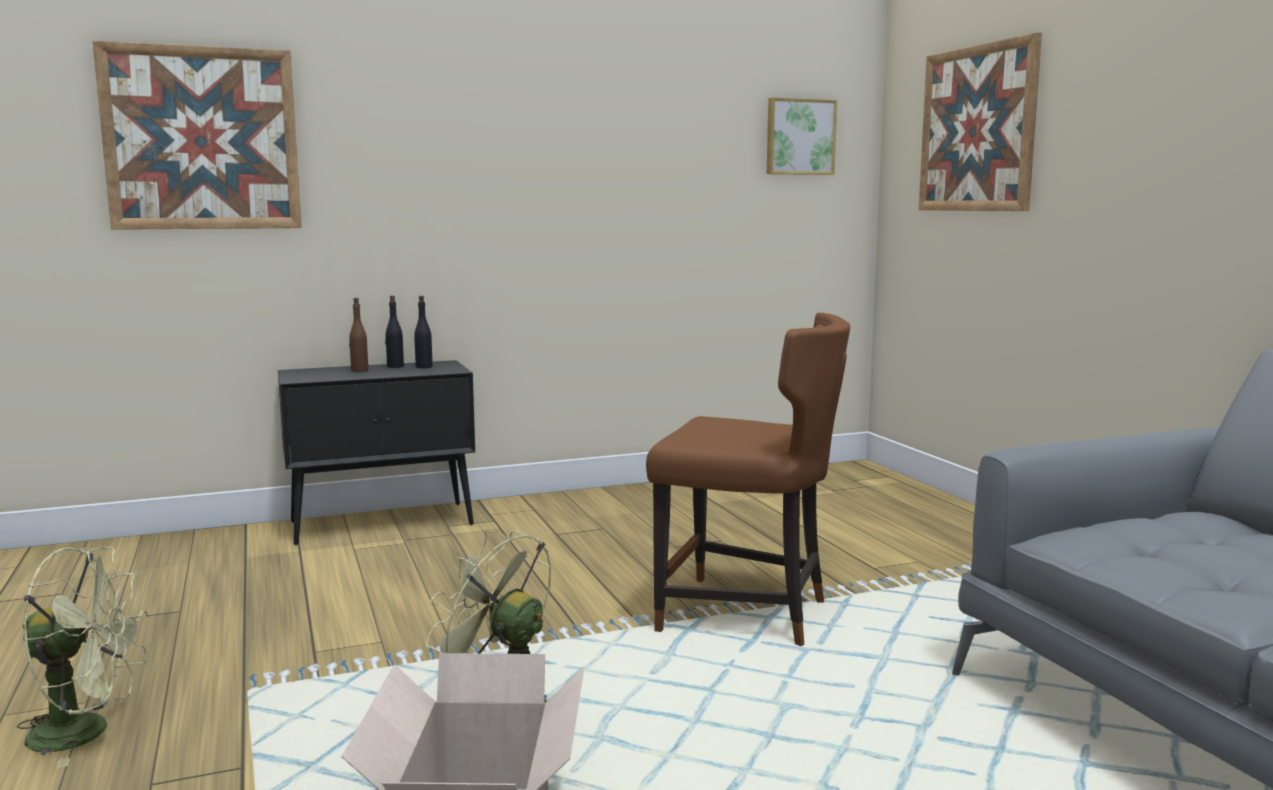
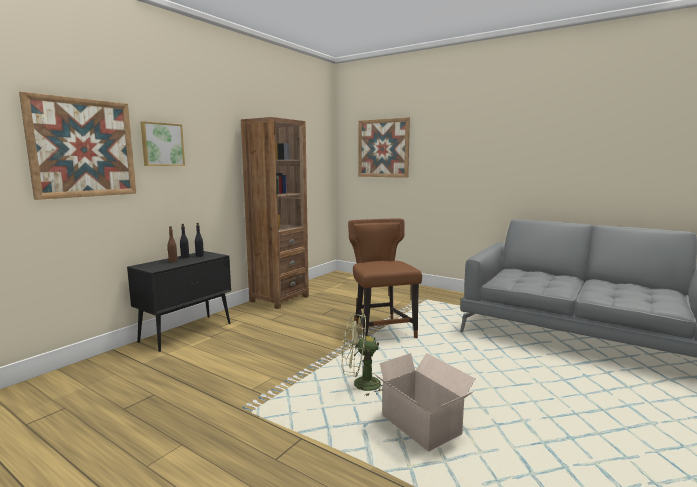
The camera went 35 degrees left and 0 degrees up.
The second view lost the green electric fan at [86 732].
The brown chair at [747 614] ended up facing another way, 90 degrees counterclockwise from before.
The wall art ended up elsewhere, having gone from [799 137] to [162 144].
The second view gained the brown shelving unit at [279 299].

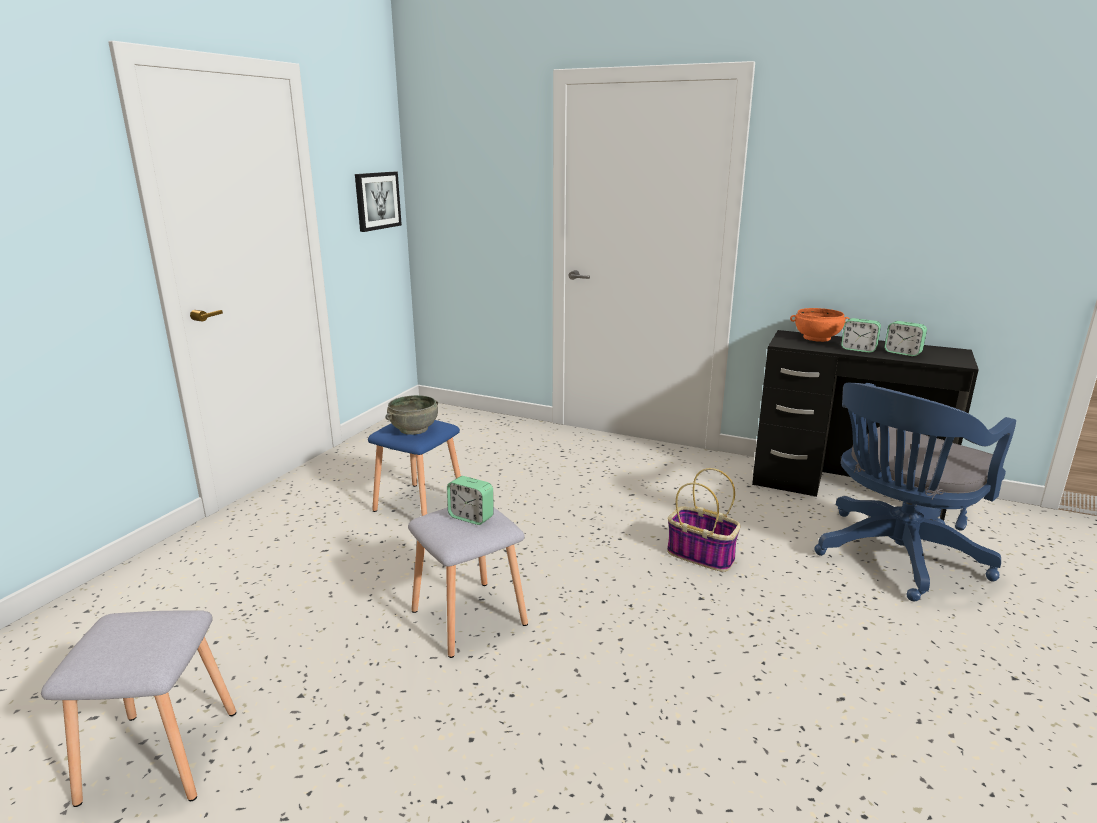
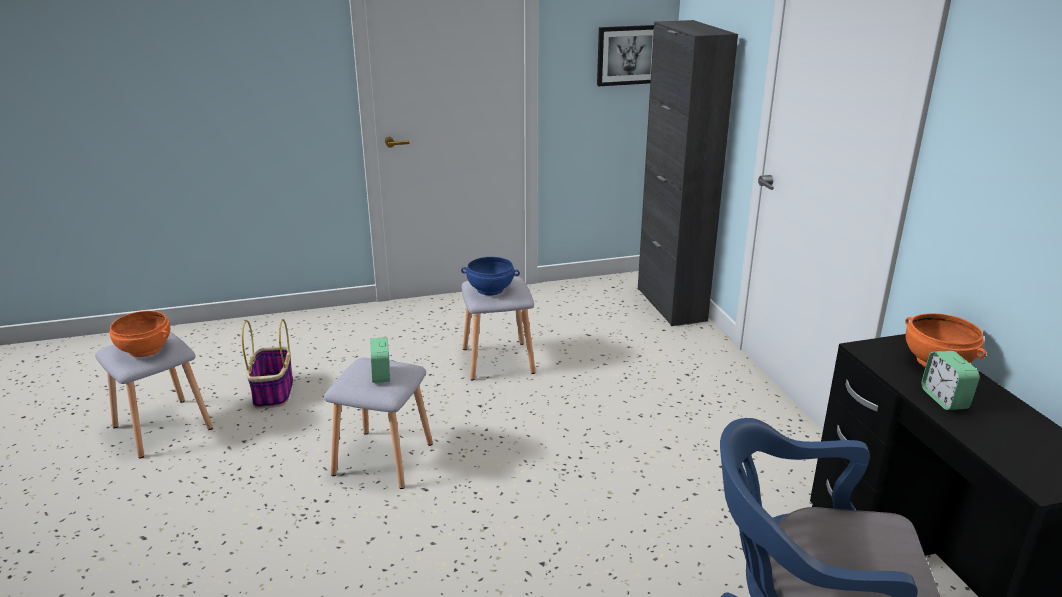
The camera went 50 degrees right and 5 degrees up.
What was the blue-coloured stool seat at [418 504] turned into the gray stool seat at [497 360].
What was the gray serving bowl at [414 429] turned into the blue-coloured serving bowl at [490 290].
The household basket ended up elsewhere, having gone from [702 555] to [273 392].
The second view lost the bedside clock at [902 353].
The second view gained the orange-coloured serving bowl at [145 349].
The second view gained the black cabinet at [671 304].

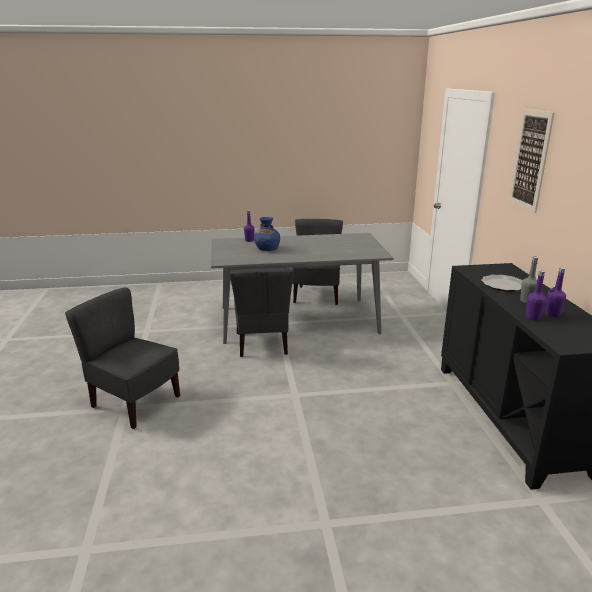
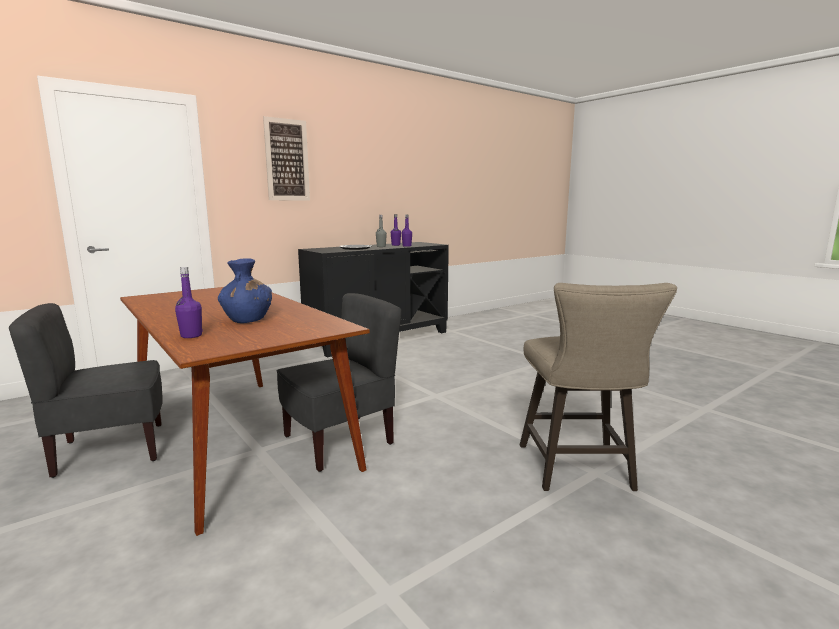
The camera went 120 degrees left and 10 degrees down.
Where the gray chair stood at [134 402], the beige-coloured stool seat came to stand at [578 471].
What was the gray dining table at [297 320] turned into the brown dining table at [239 439].

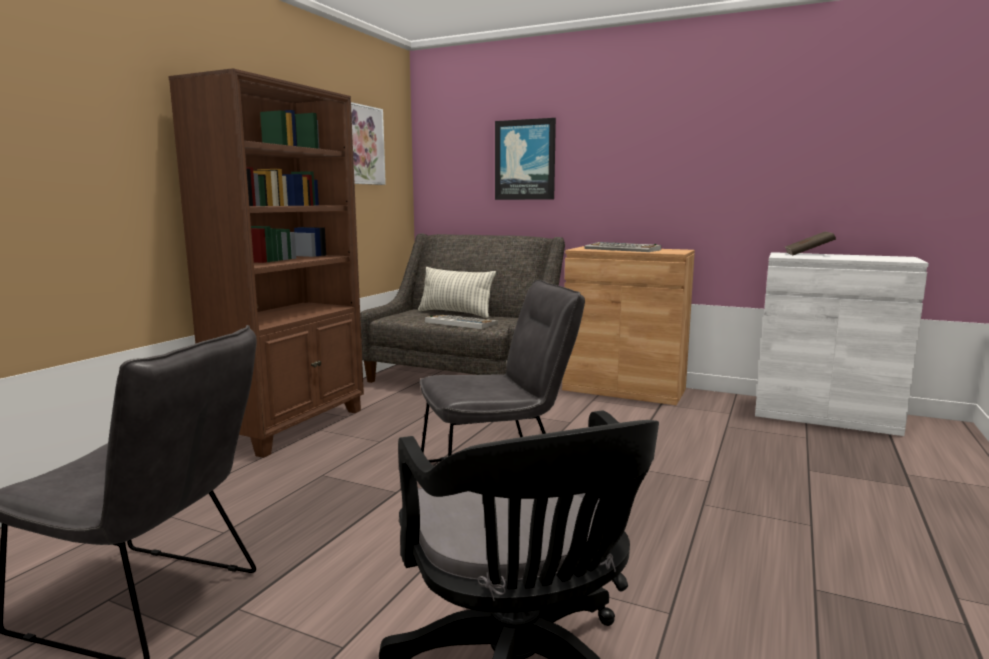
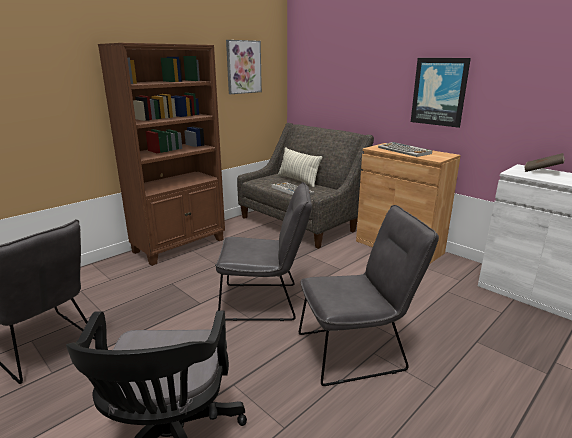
The camera went 20 degrees right and 10 degrees up.
The wall art ended up elsewhere, having gone from [525 160] to [439 92].
The second view gained the gray chair at [358 350].

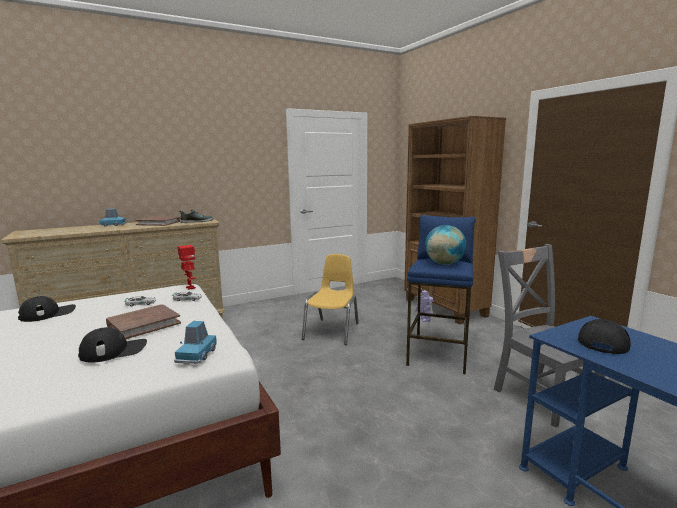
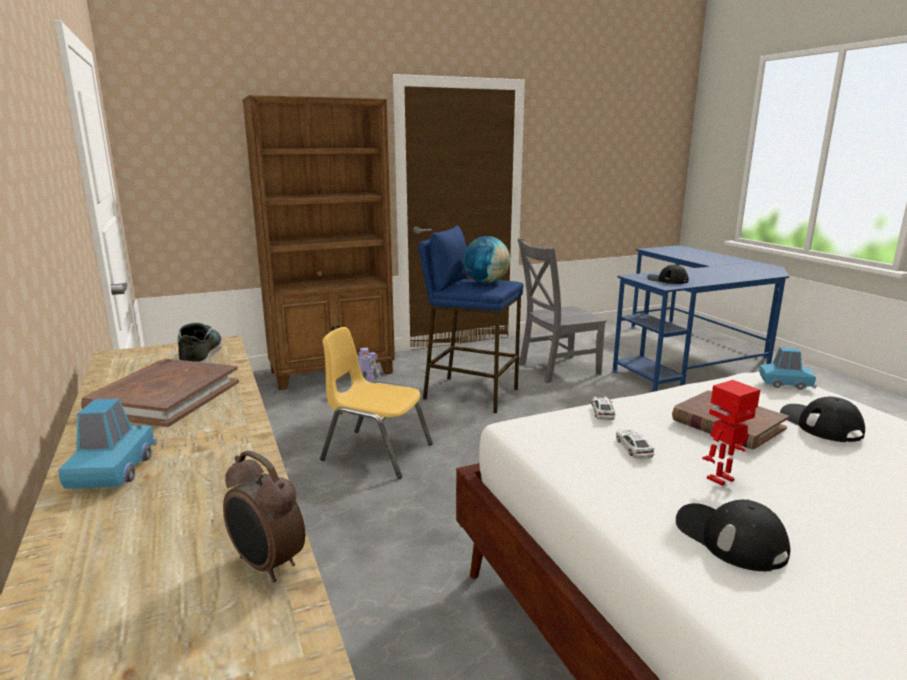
The camera went 85 degrees left and 5 degrees up.
The robot figure ended up elsewhere, having gone from [190 288] to [721 480].
The second view gained the bedside clock at [266 566].

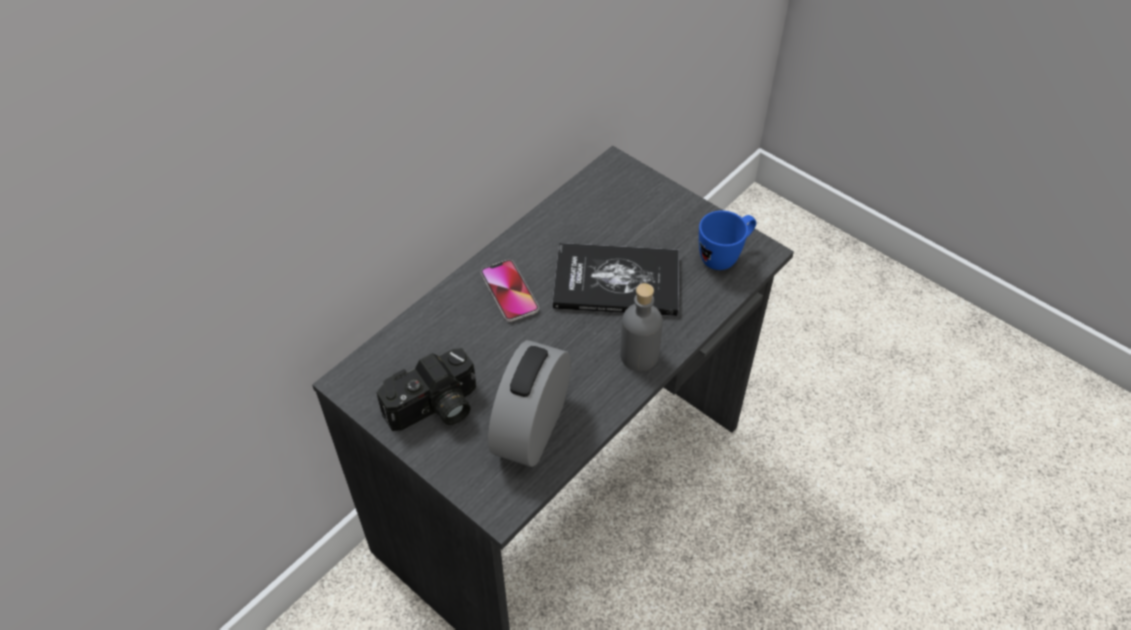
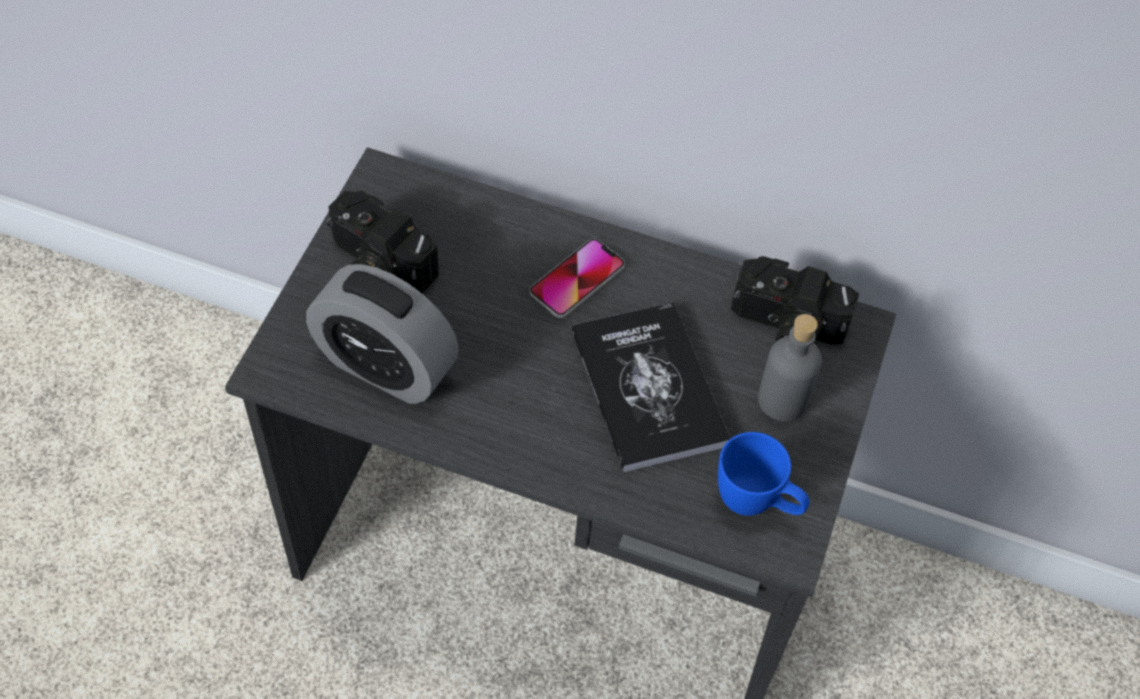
The camera went 65 degrees right and 5 degrees up.
The bedside clock at [532 428] ended up facing another way, 150 degrees counterclockwise from before.
The gray drink bottle ended up elsewhere, having gone from [639 355] to [782 400].
The second view gained the photo camera at [785 327].

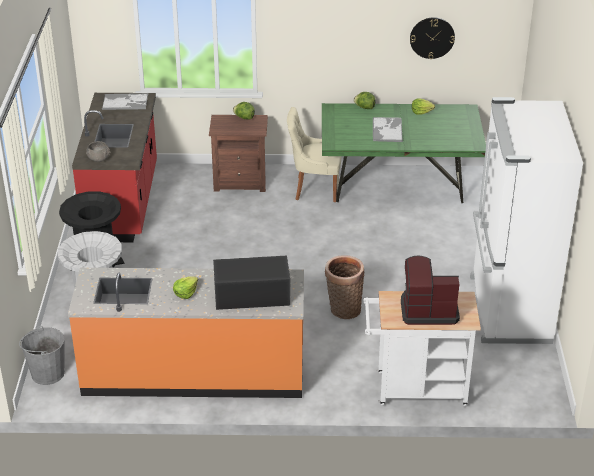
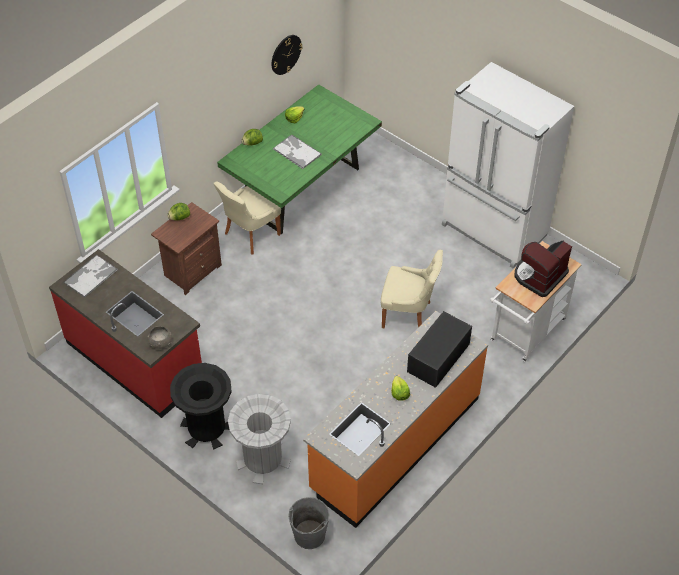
The camera went 50 degrees left and 15 degrees up.
Where the household basket stood at [343 309], the beige-coloured chair came to stand at [408 314].

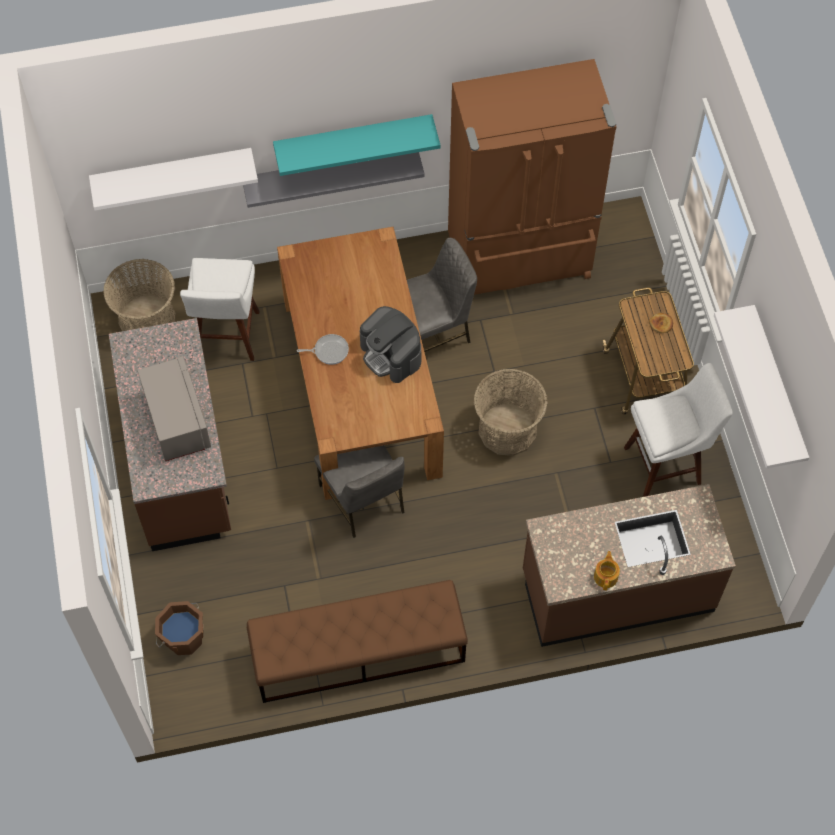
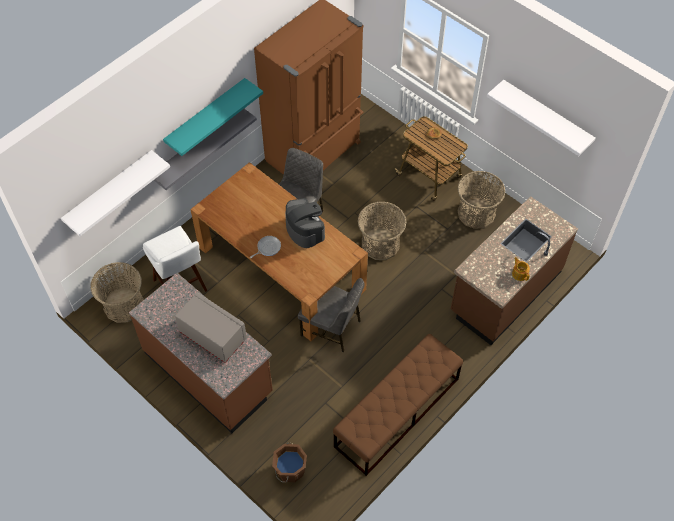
The camera went 35 degrees left and 5 degrees down.
The coffee brewer at [391 354] ended up facing another way, 135 degrees counterclockwise from before.
Where the white stool seat stood at [666 464], the household basket came to stand at [476 213].

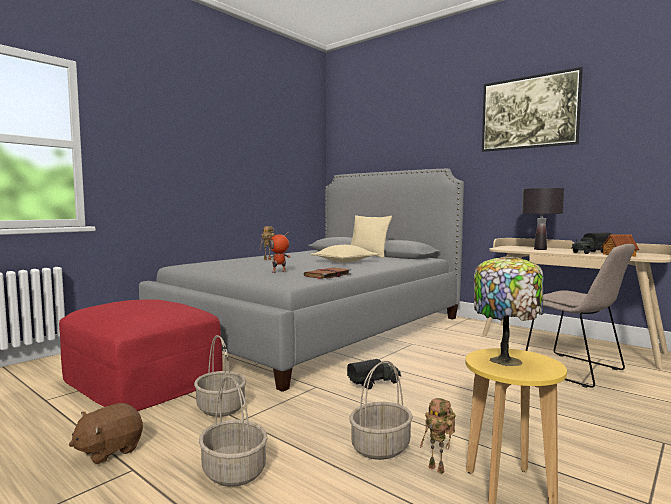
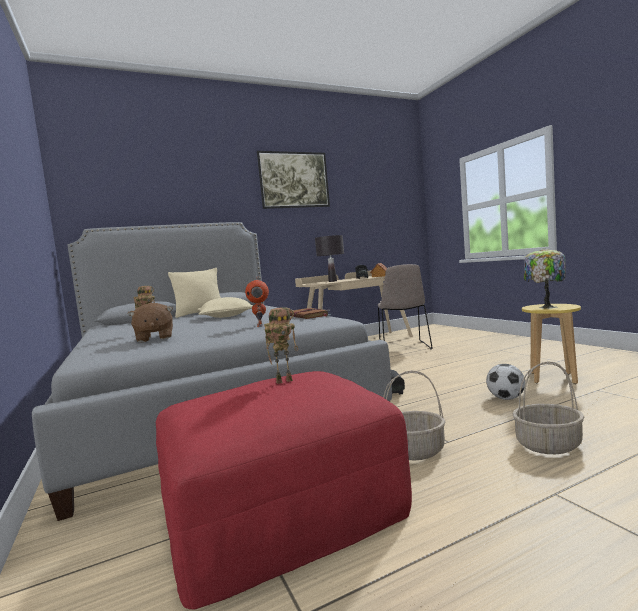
The camera went 65 degrees left and 0 degrees up.
The brown cuddly toy ended up elsewhere, having gone from [109 450] to [154 338].
Where the household basket stood at [380 448], the football came to stand at [506 398].
The robot figure ended up elsewhere, having gone from [438 469] to [285 381].
The beige-coloured chair at [576 371] ended up facing another way, 105 degrees clockwise from before.

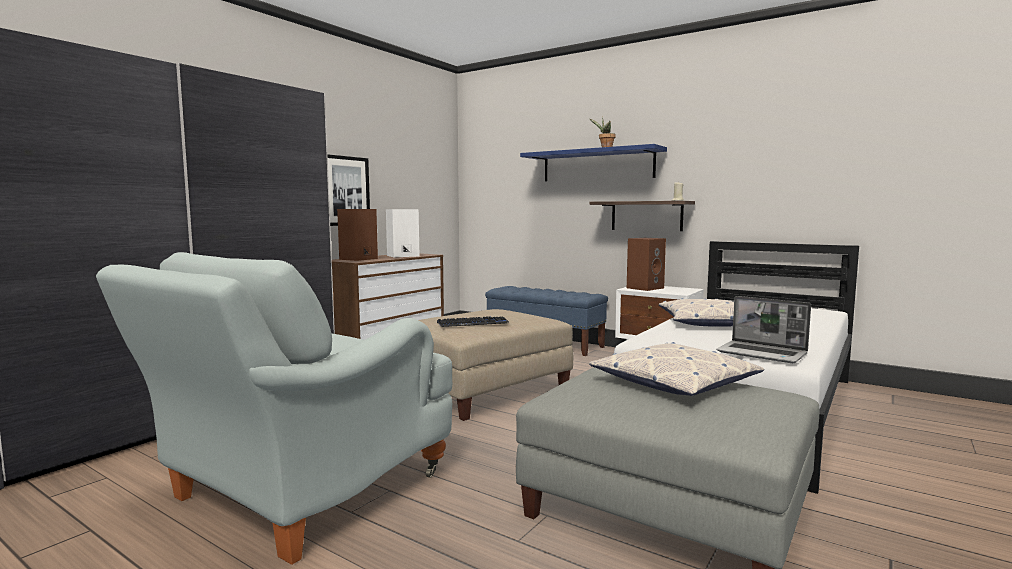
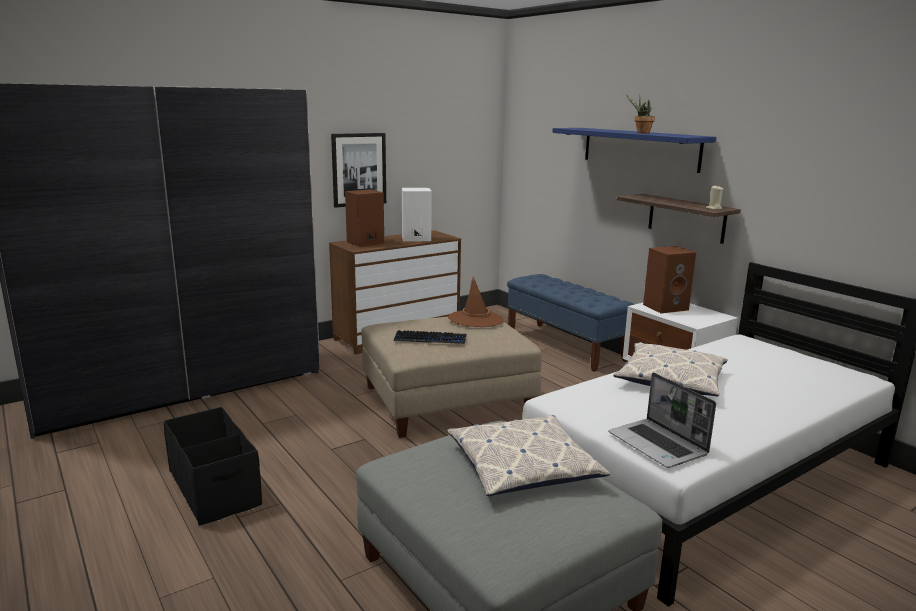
The camera went 20 degrees right and 10 degrees up.
Where the gray lounge chair stood at [299 492], the black storage bin came to stand at [215 488].
The second view gained the brown wearable hat at [475 319].

